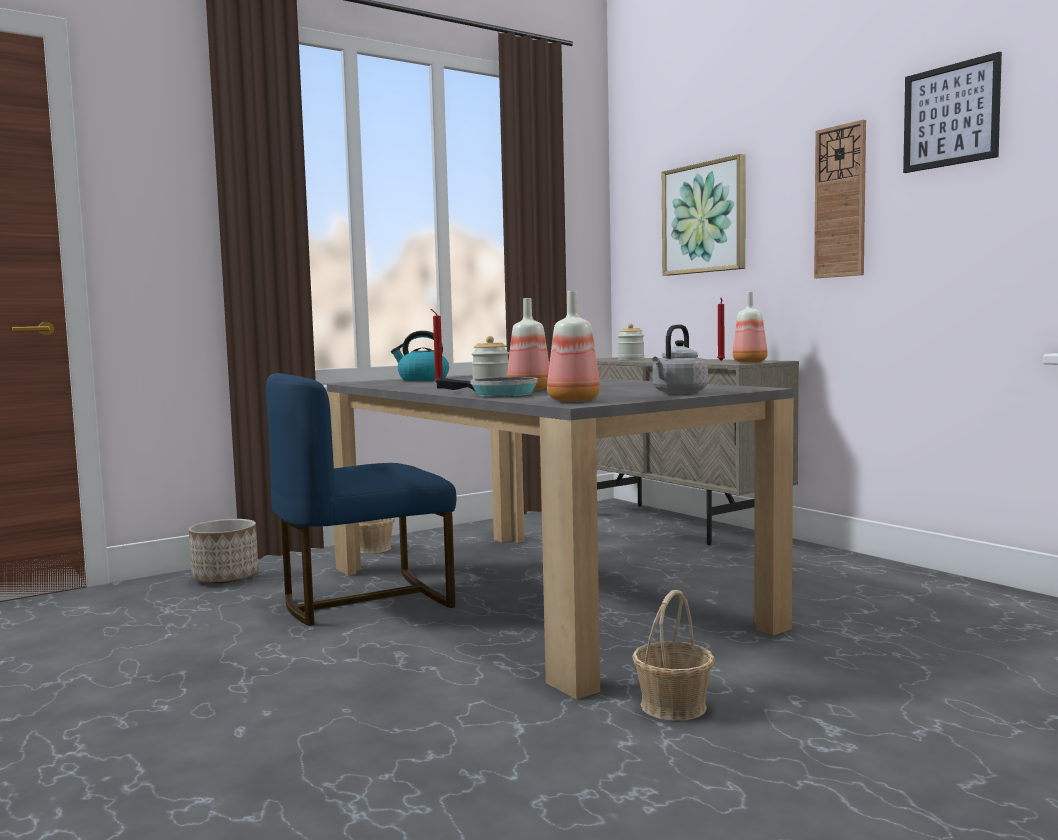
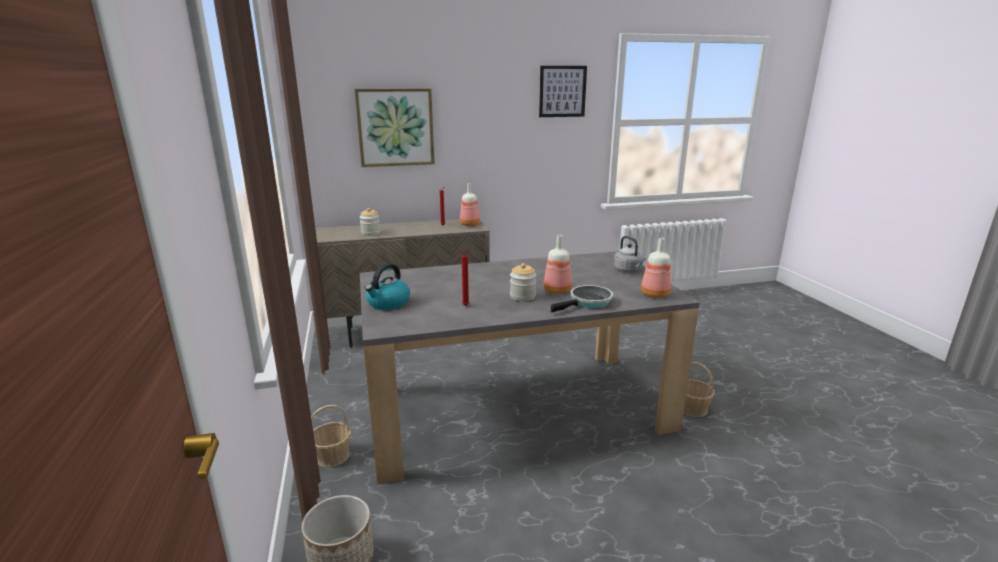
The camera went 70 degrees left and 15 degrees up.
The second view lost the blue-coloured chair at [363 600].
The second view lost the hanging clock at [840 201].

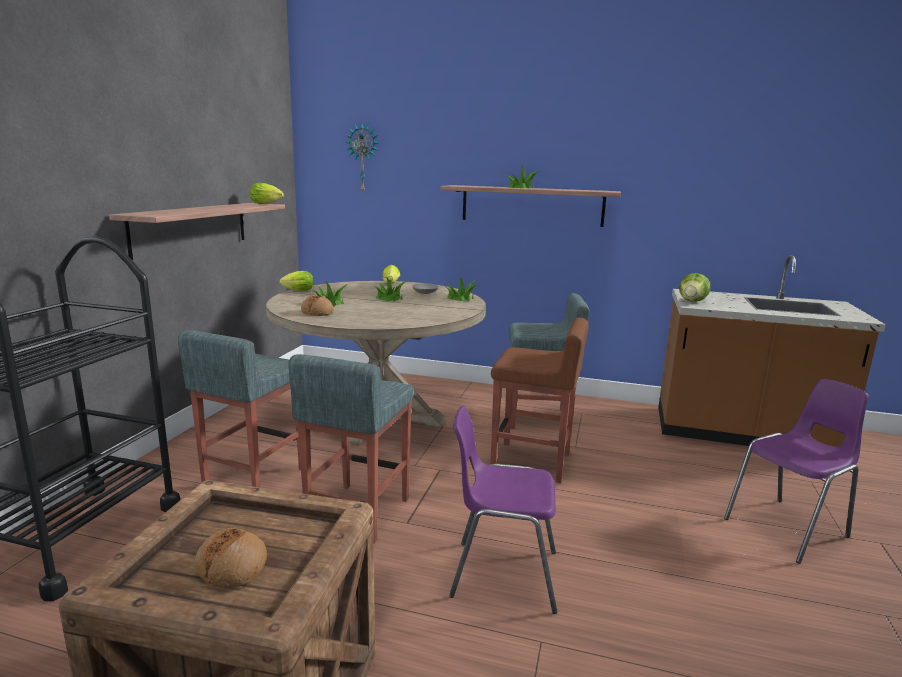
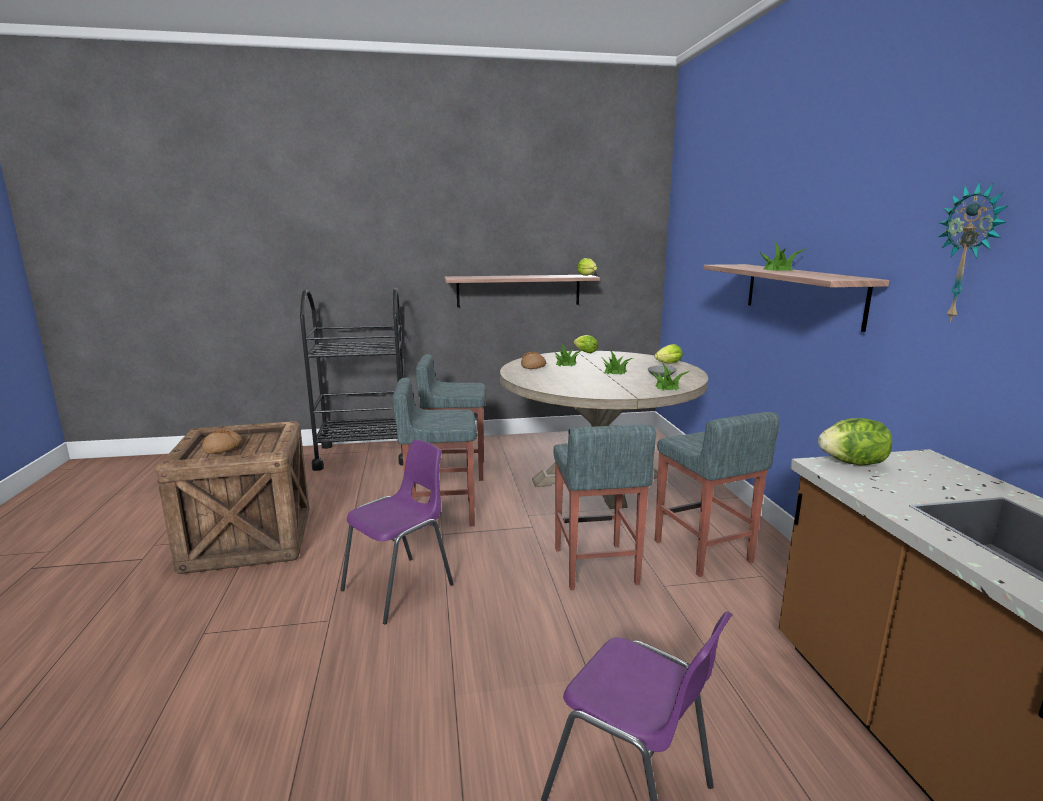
The camera went 65 degrees right and 0 degrees up.
The hanging clock ended up elsewhere, having gone from [363 158] to [969 253].
The purplish chair at [501 574] ended up facing another way, 60 degrees clockwise from before.
What was the brown stool seat at [532 462] turned into the gray stool seat at [595 566].

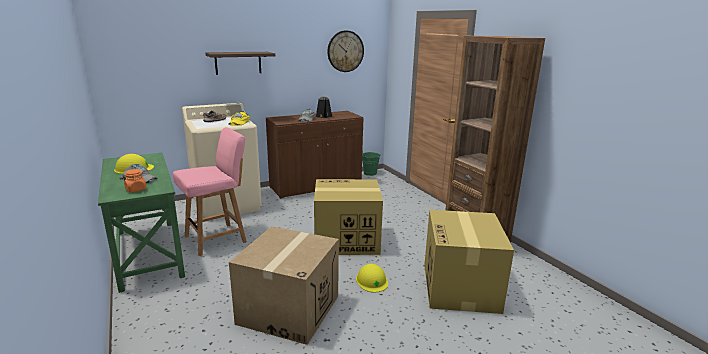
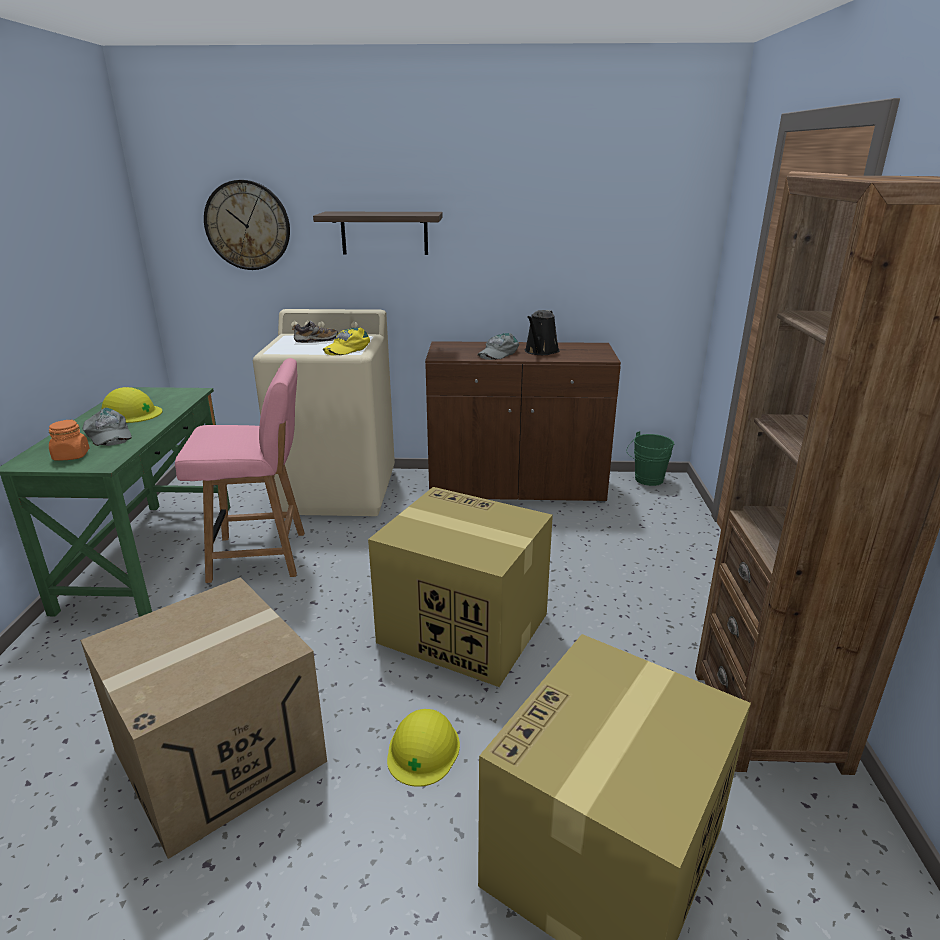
The camera went 30 degrees right and 5 degrees up.
The hanging clock ended up elsewhere, having gone from [345 51] to [247 225].

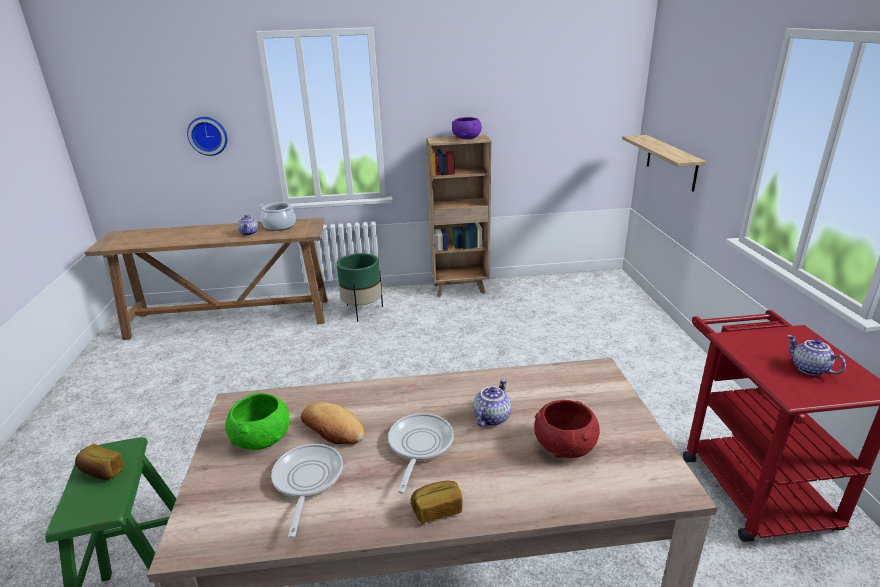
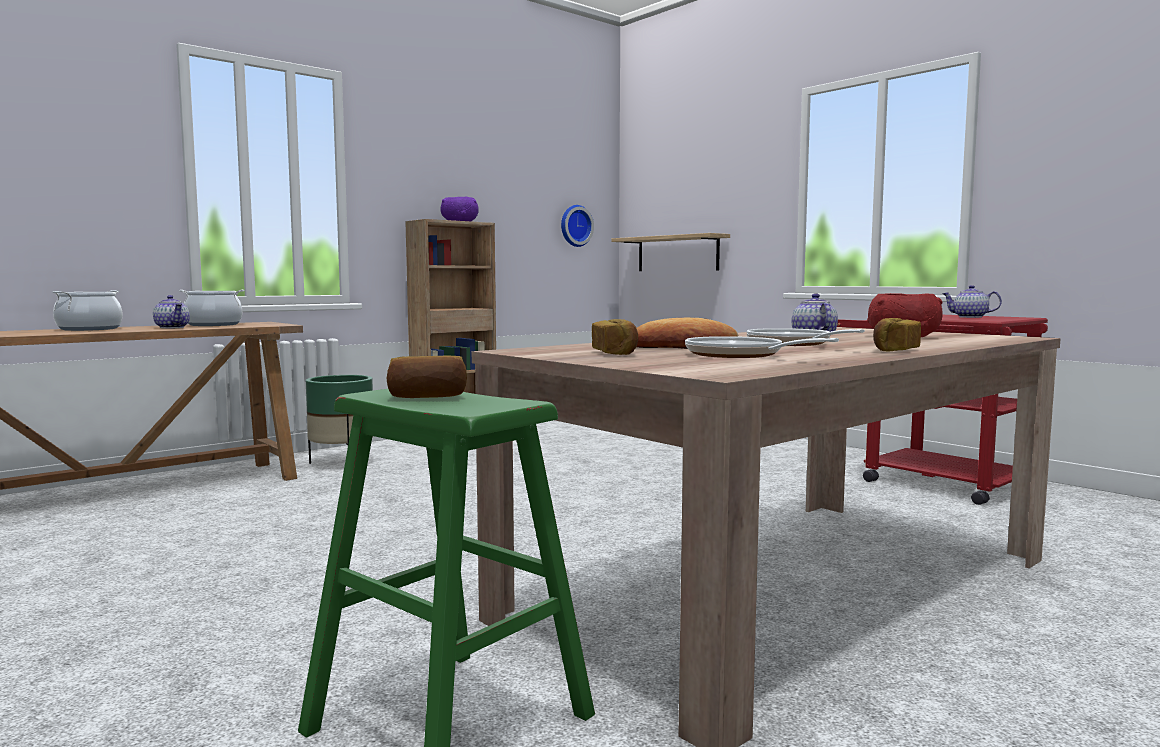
The camera went 35 degrees left and 20 degrees down.
The hanging clock ended up elsewhere, having gone from [208 135] to [574 226].
Where the green serving bowl stood at [261 438], the bakery bread came to stand at [616 353].
The second view gained the stockpot at [89 329].

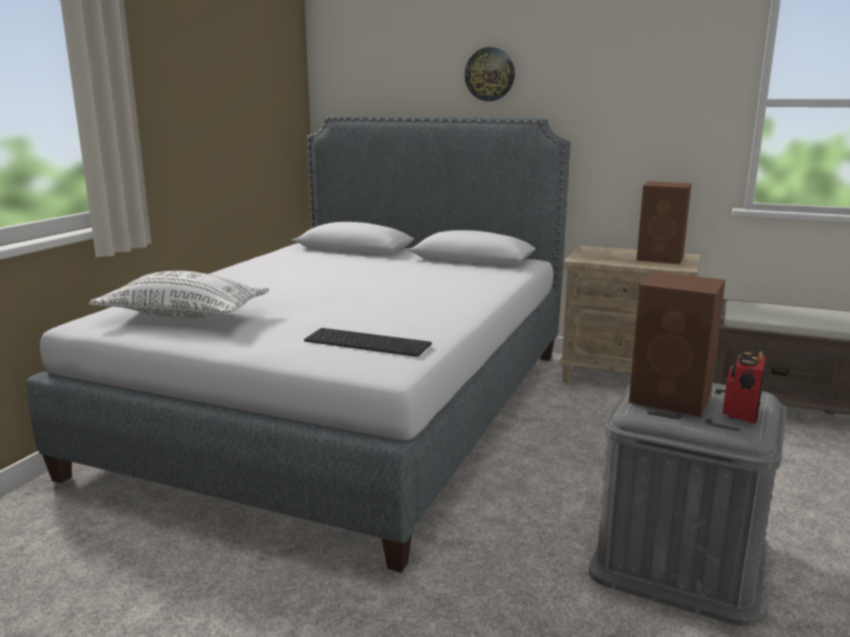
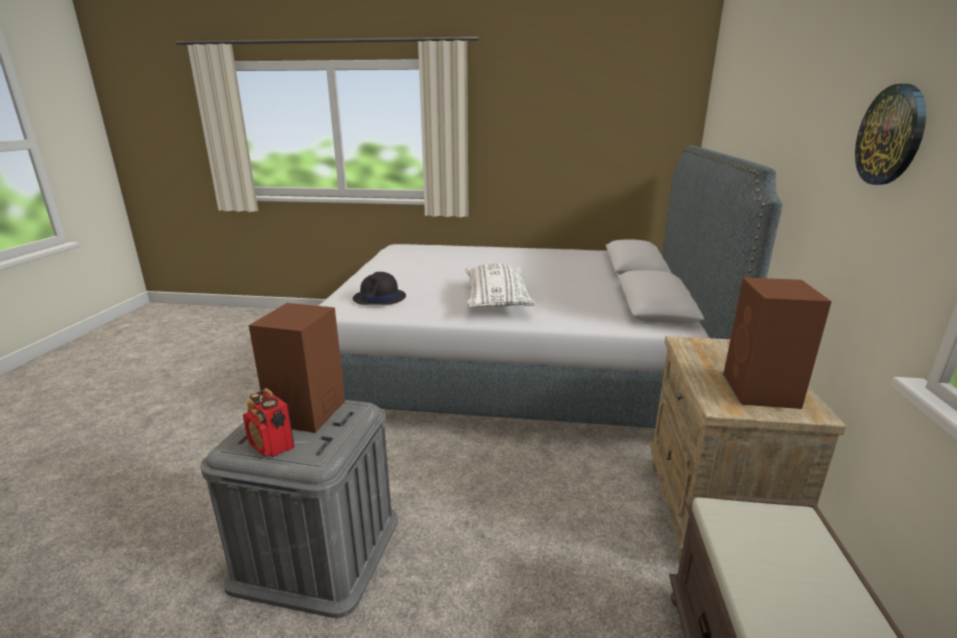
The camera went 75 degrees right and 5 degrees up.
The white pillow ended up elsewhere, having gone from [184 315] to [496 299].
Where the PC keyboard stood at [369 342], the black wearable hat came to stand at [379 298].
The hanging clock ended up elsewhere, having gone from [490 74] to [891 135].
The radio at [741 413] ended up facing another way, 150 degrees counterclockwise from before.

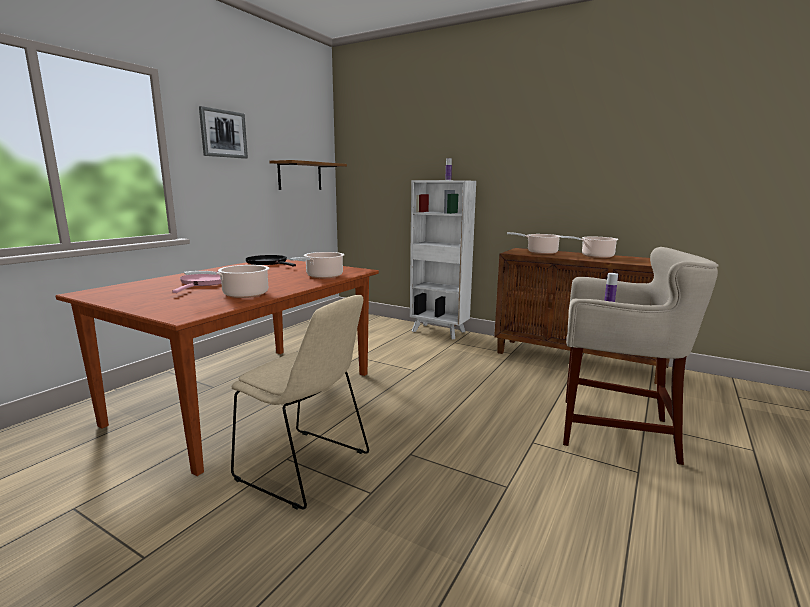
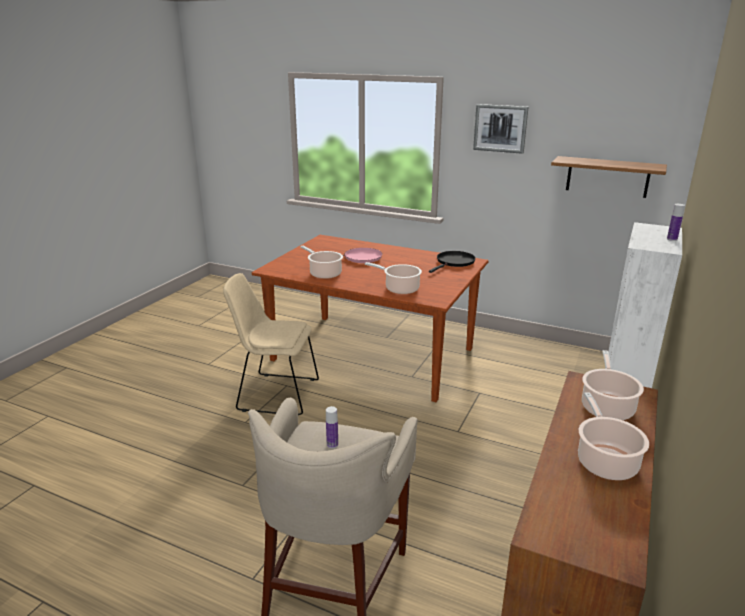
The camera went 85 degrees right and 10 degrees up.
The beige-coloured chair at [306 467] ended up facing another way, 75 degrees clockwise from before.

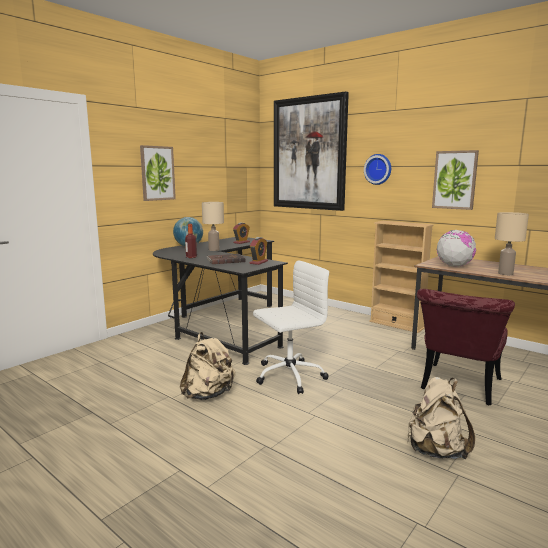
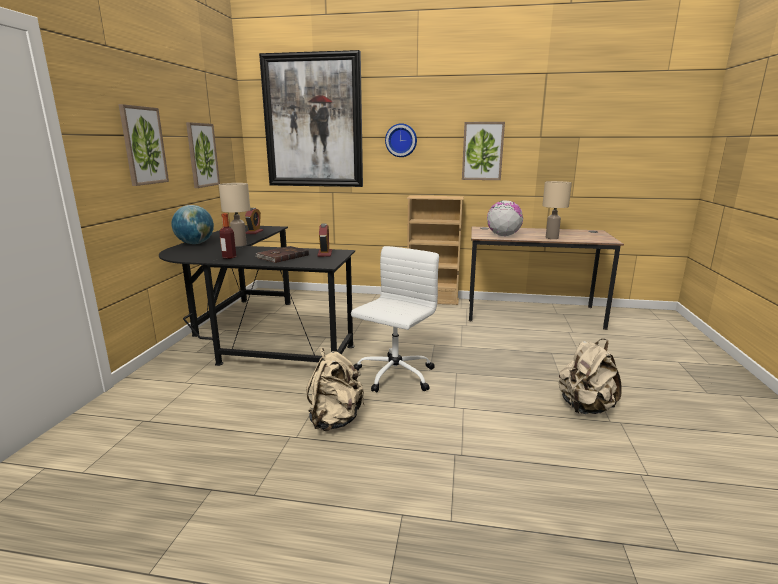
The camera went 30 degrees left and 5 degrees up.
The second view lost the reddish chair at [458 387].
The second view gained the wall art at [202 155].

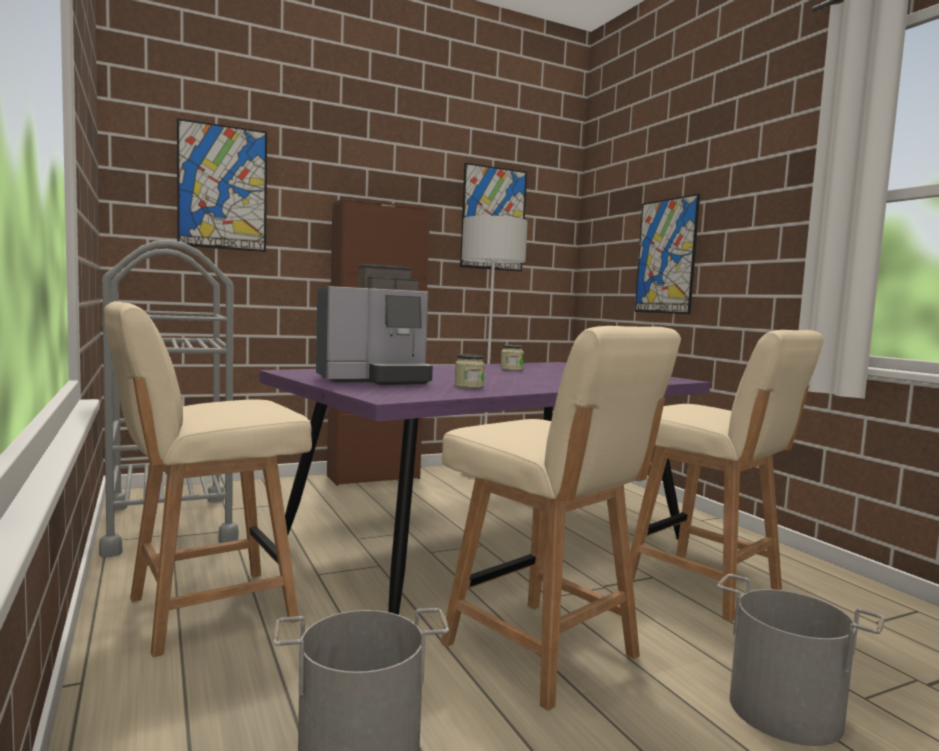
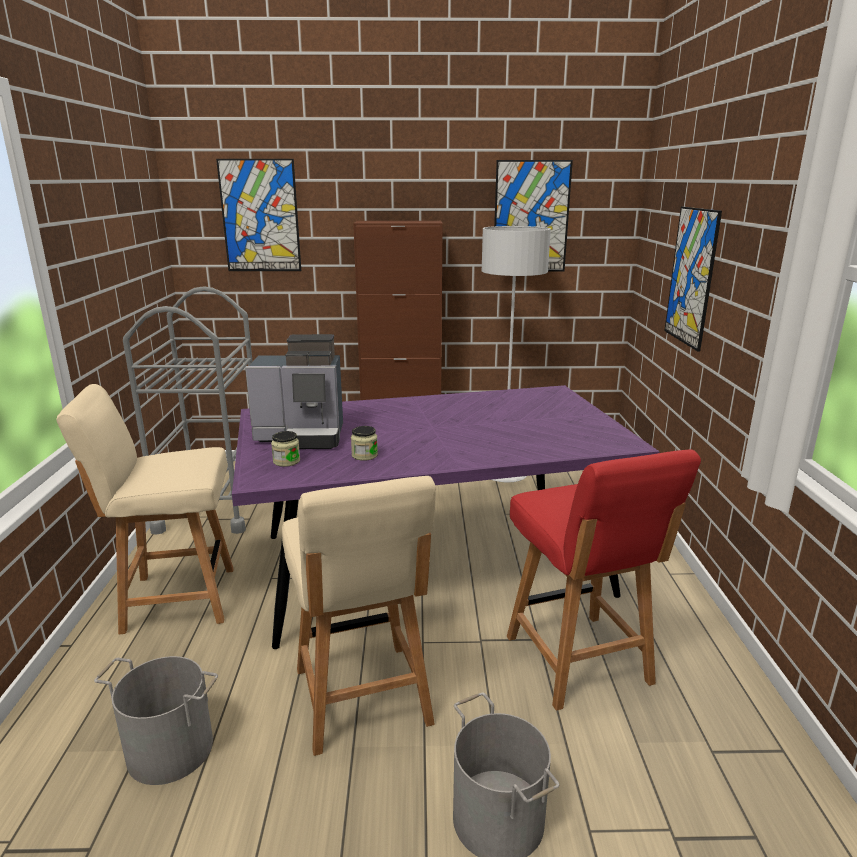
The camera went 25 degrees right and 15 degrees up.
The storage jar ended up elsewhere, having gone from [511 369] to [286 461].
What was the beige-coloured chair at [706 586] turned into the reddish chair at [579 662].

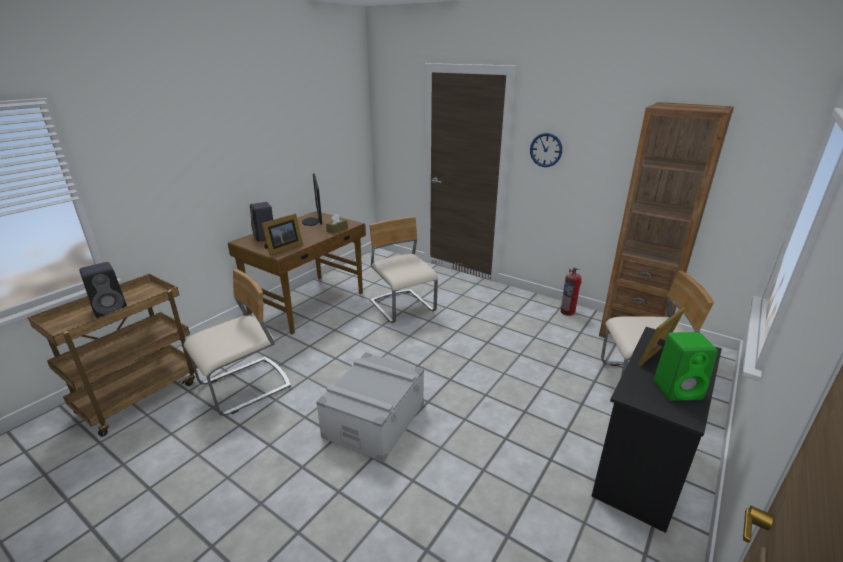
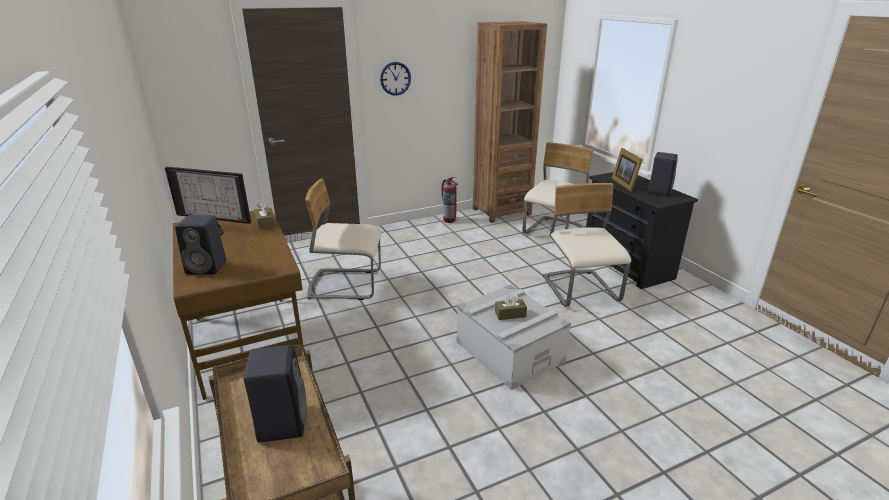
The camera went 60 degrees left and 0 degrees up.
The beige-coloured chair ended up elsewhere, having gone from [245 387] to [581 290].
The second view lost the picture frame at [282 248].
What was the green speaker at [678 389] turned into the black speaker at [659 191].
The second view gained the brown tissue holder at [510 314].

